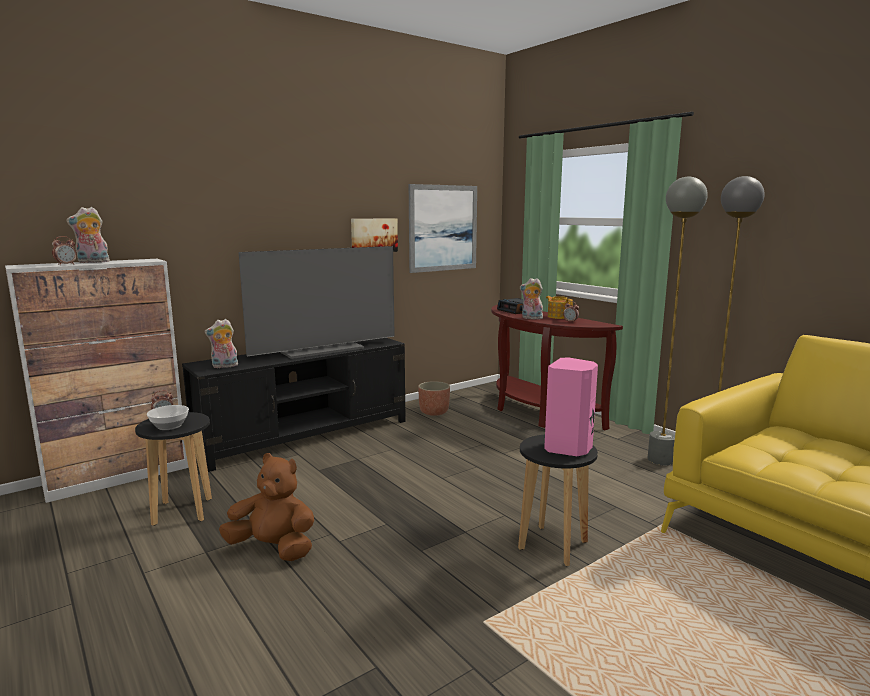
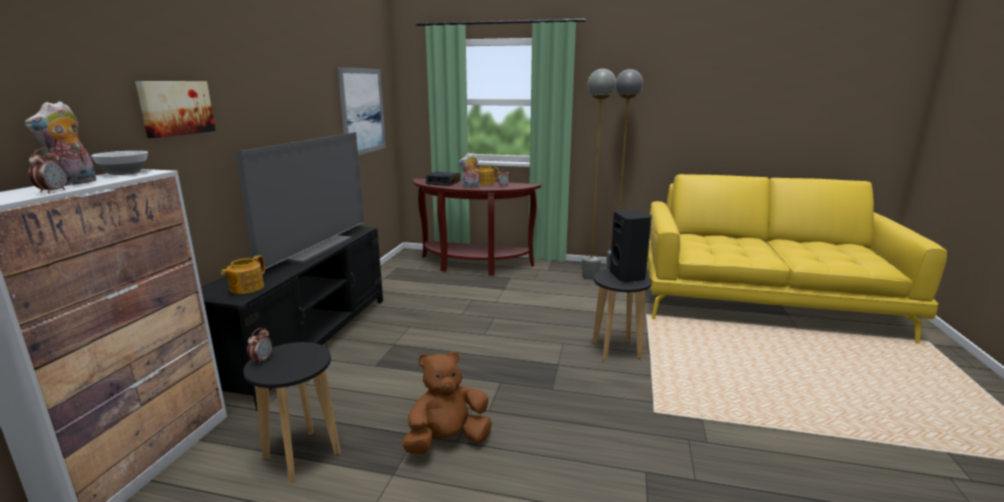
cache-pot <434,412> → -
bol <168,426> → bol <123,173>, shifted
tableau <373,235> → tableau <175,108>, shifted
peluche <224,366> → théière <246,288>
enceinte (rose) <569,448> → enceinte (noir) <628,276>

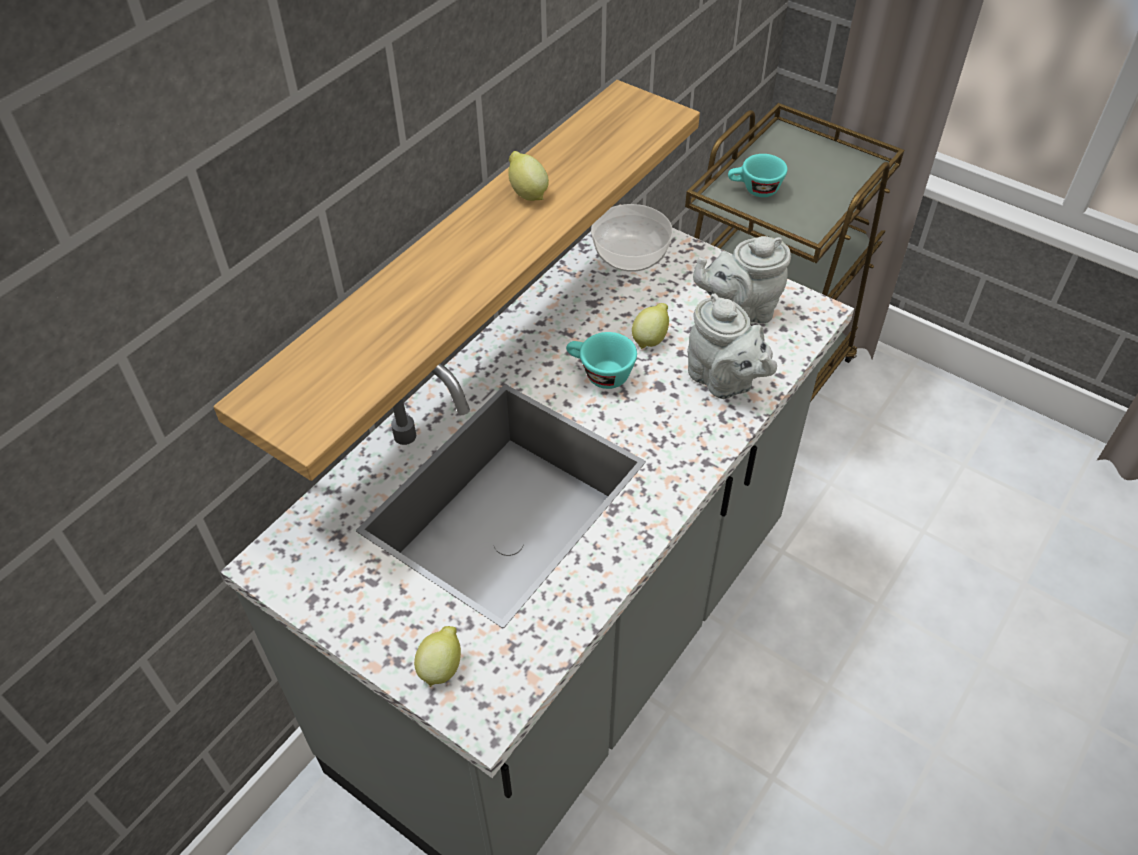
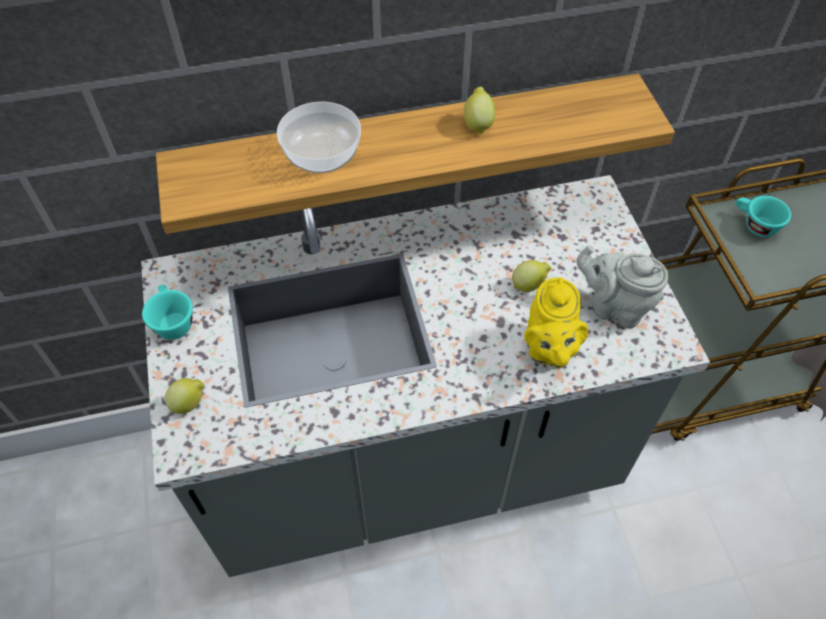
tasse (turquoise) <599,374> → tasse (turquoise) <172,321>, shifted
bol <631,255> → bol <321,155>, shifted
théière (gris) <724,381> → théière (jaune) <548,349>

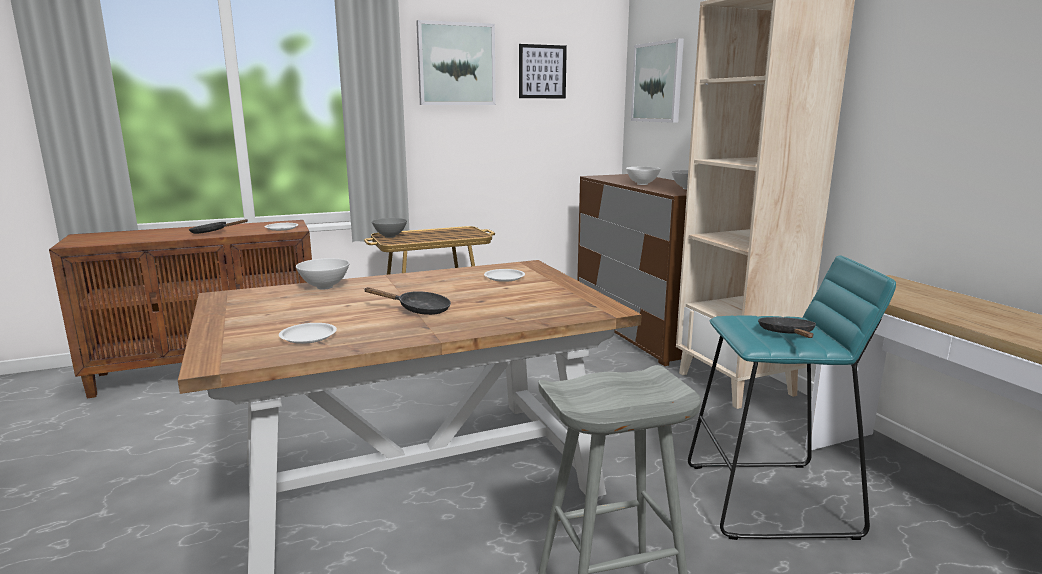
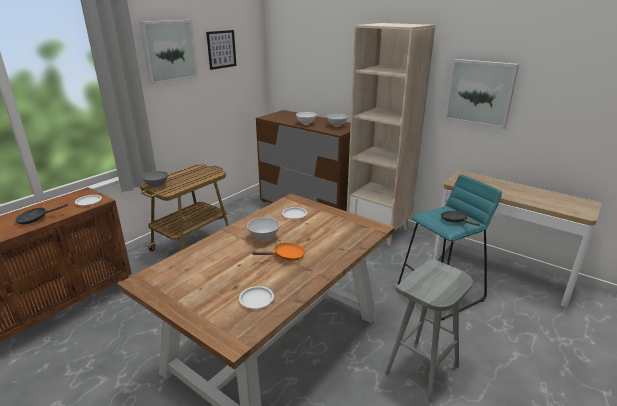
bol (blanc) <324,287> → bol (blanc) <264,237>, shifted
tableau <658,82> → tableau <479,93>, shifted
poêle (noir) <418,310> → poêle (orange) <286,256>

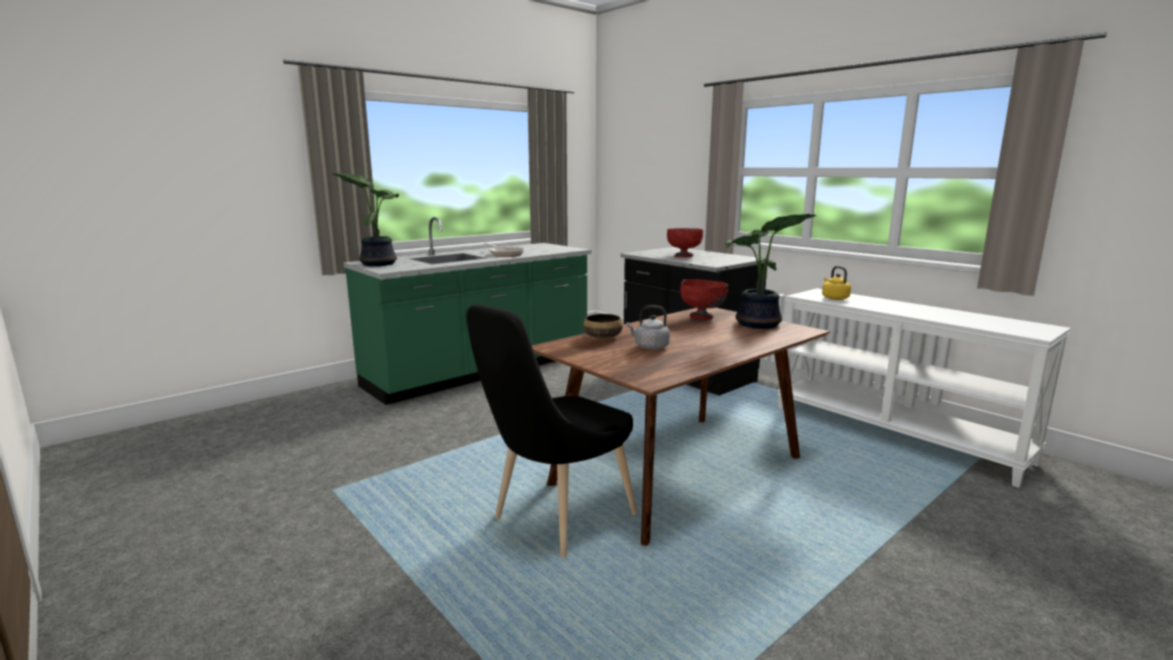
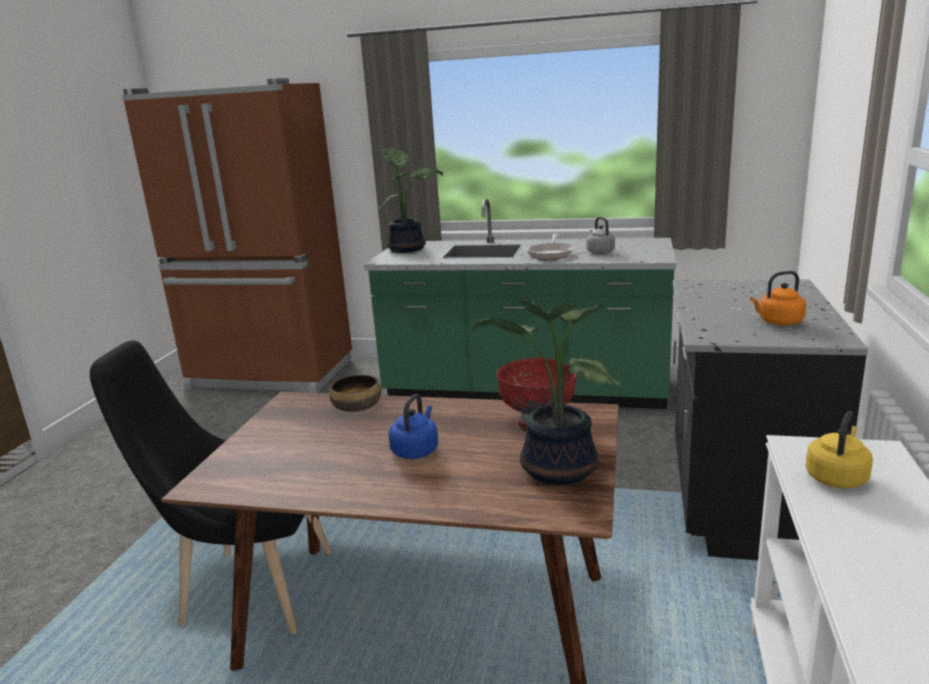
bol (rouge) <684,256> → -
- → réfrigérateur (marron) <270,375>
- → bouilloire (bleu) <416,450>
- → bouilloire (orange) <778,322>
bouilloire (gris) <649,347> → bouilloire (gris) <599,252>, shifted

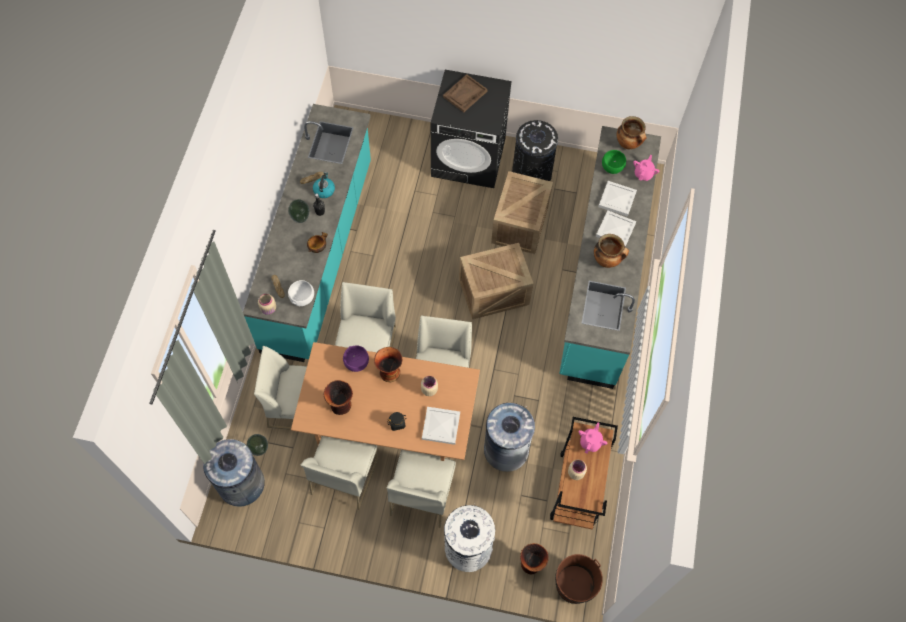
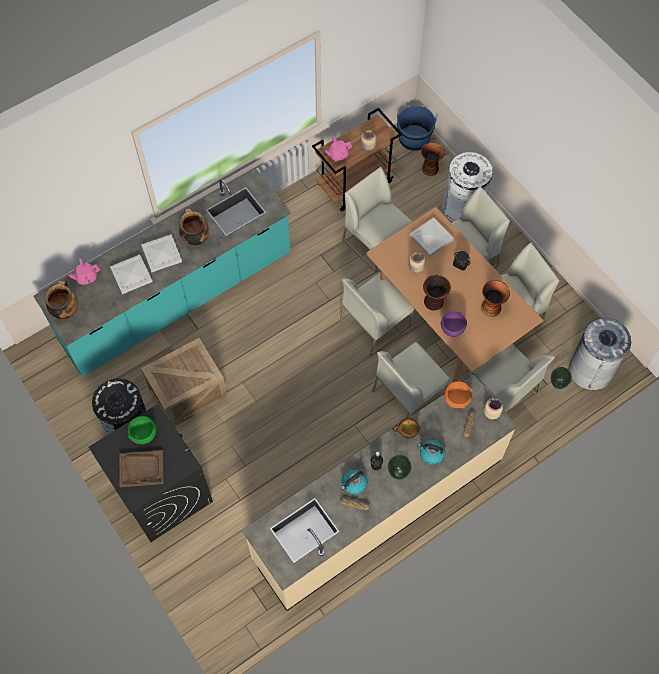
caisse <493,292> → -
- → bouilloire <431,454>
bol (vert) <612,167> → bol (vert) <144,434>, shifted
poubelle (gris) <506,449> → chaise (blanc) <377,243>
comptoir de cuisine (turquoise) <319,255> → comptoir de cuisine (beige) <377,508>
bol (blanc) <302,298> → bol (orange) <456,399>
seau (marron) <574,584> → seau (bleu) <414,138>

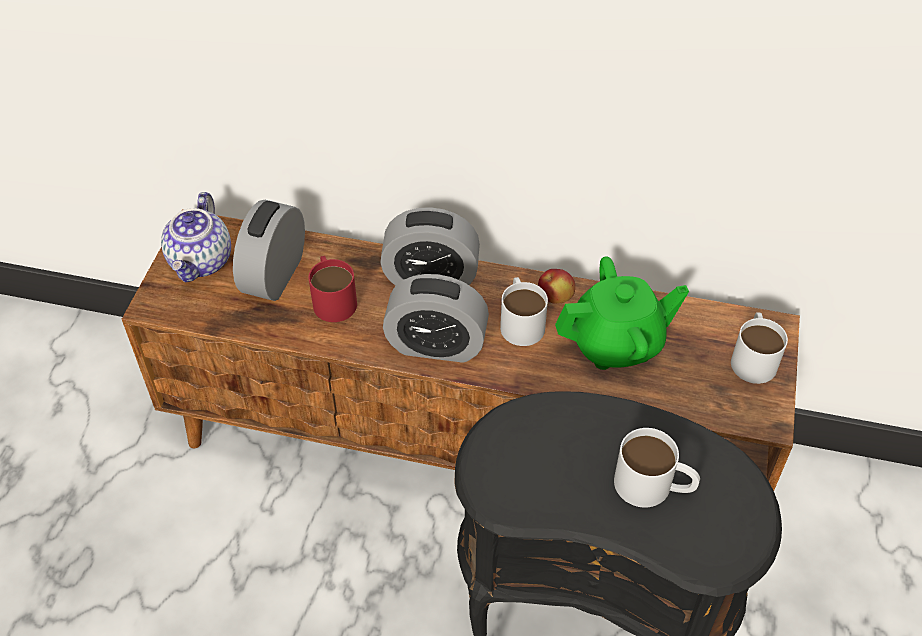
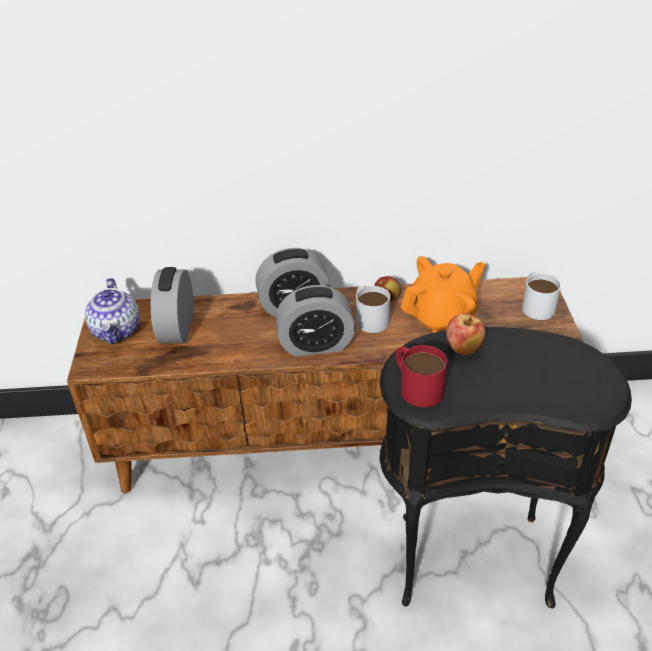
mug (blanc) <654,486> → -
- → pomme <463,349>
mug (rouge) <332,298> → mug (rouge) <416,386>, shifted
théière (vert) <616,344> → théière (orange) <442,317>

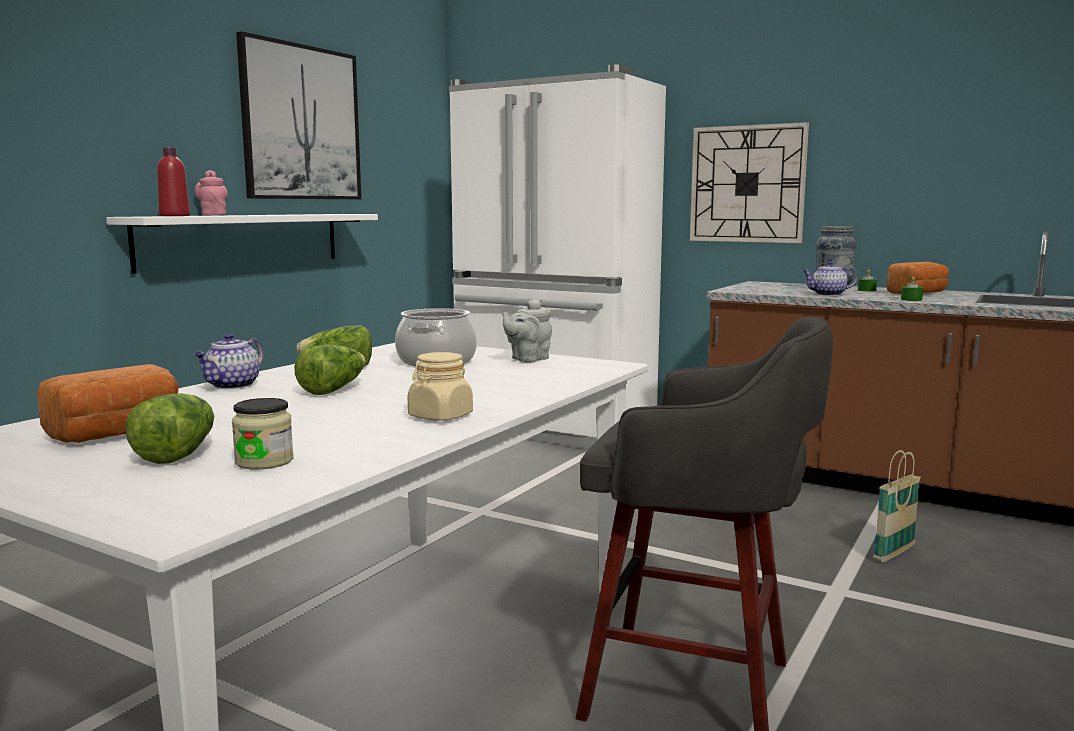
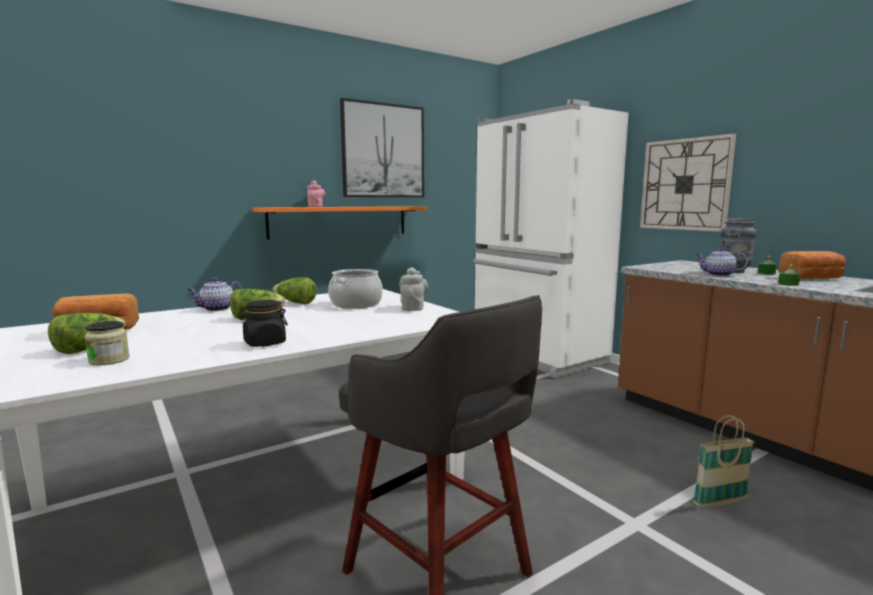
bouteille (rouge) <174,216> → -
étagère (blanc) <243,240> → étagère (orange) <340,221>
bocal (beige) <440,416> → bocal (noir) <264,343>
théière (gris) <528,359> → théière (gris) <413,308>, 120 degrees clockwise

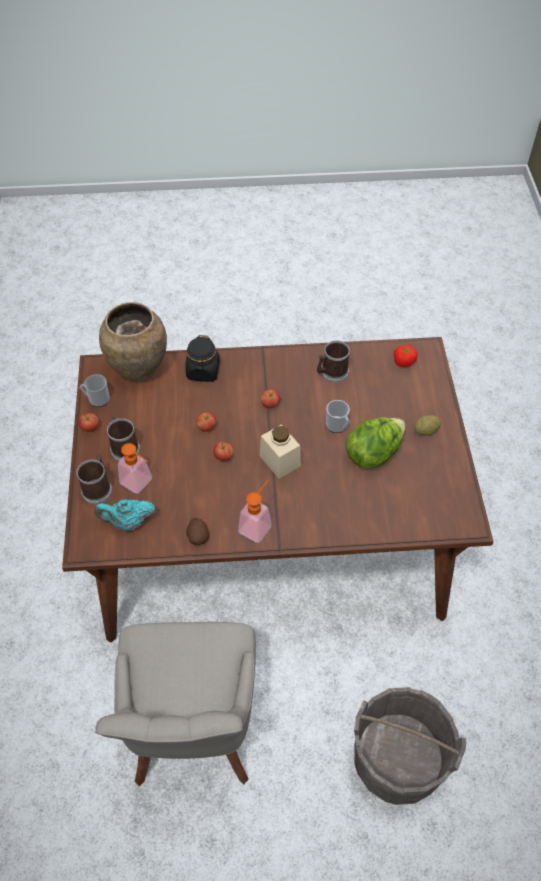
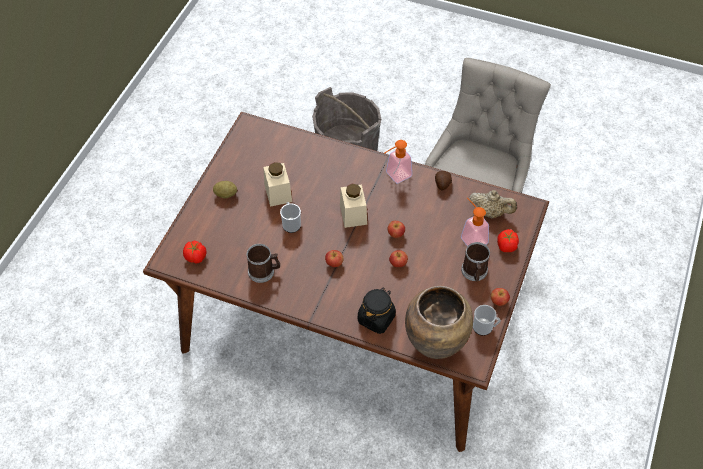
mug <98,488> → tomate <506,246>
laitue <373,453> → bocal (beige) <278,193>
théière (turquoise) <128,522> → théière (beige) <491,212>

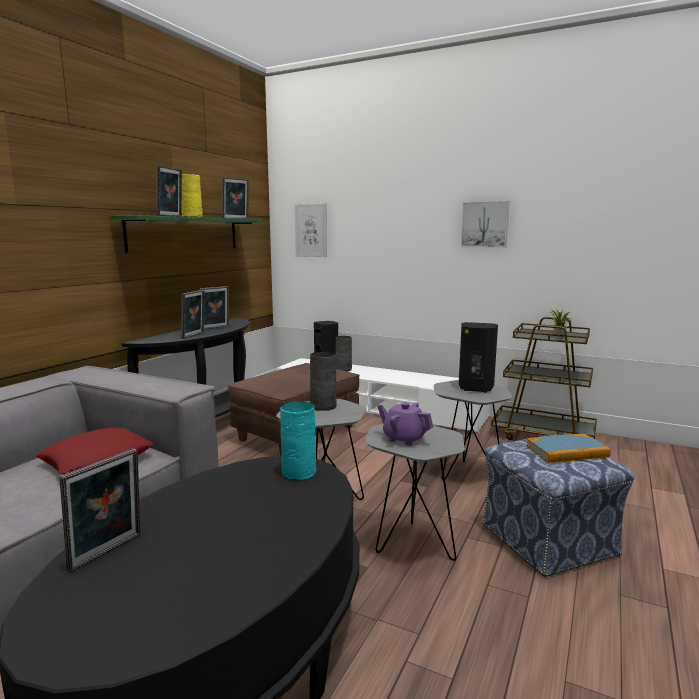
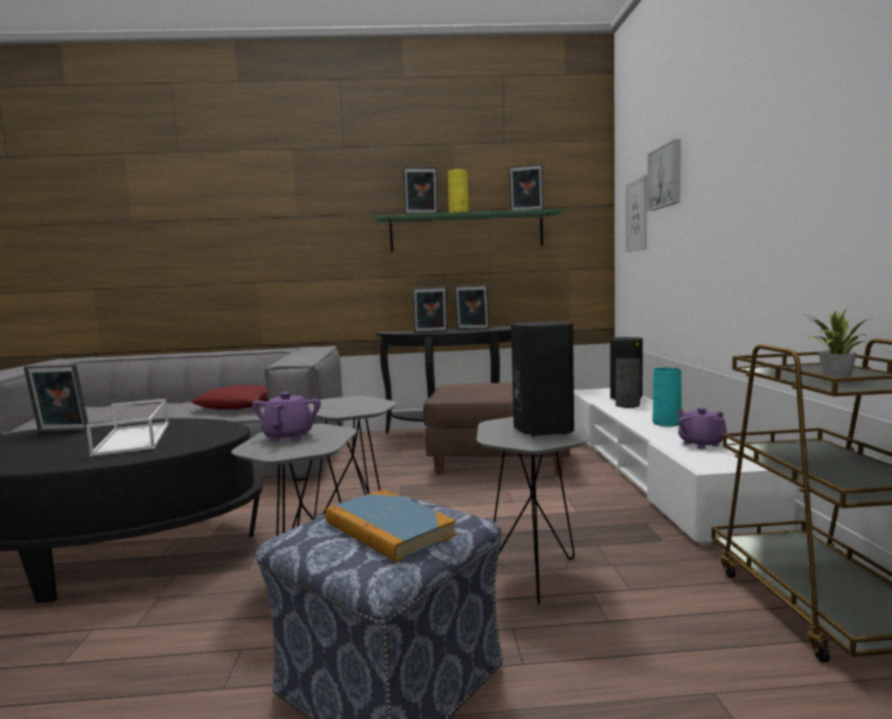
vase (gris) <323,406> → -
- → plateau (blanc) <134,439>
- → théière (violet) <700,444>
vase (turquoise) <299,472> → vase (turquoise) <667,423>, shifted
tableau <485,224> → tableau <666,177>, shifted

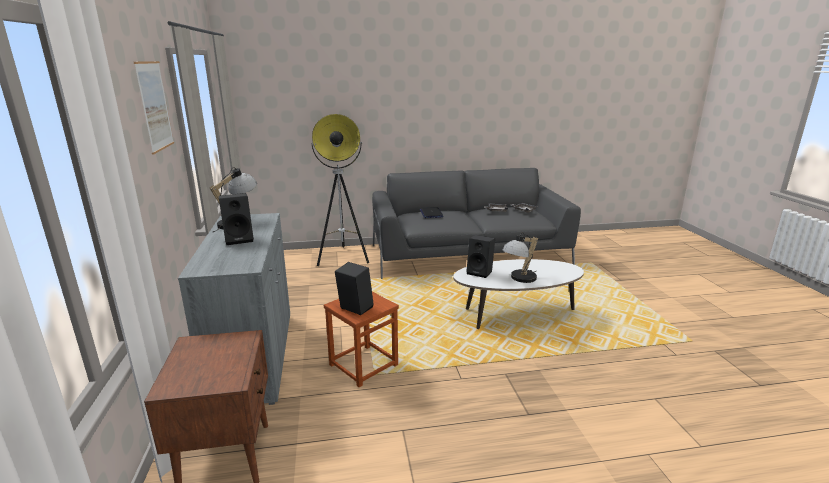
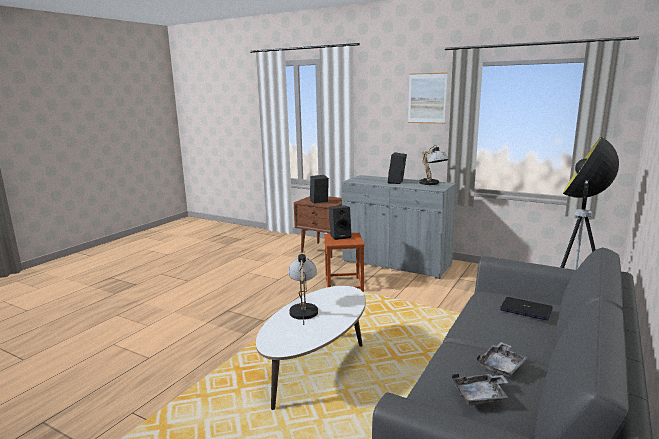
enceinte (noir) <480,272> → enceinte (noir) <319,202>, shifted

